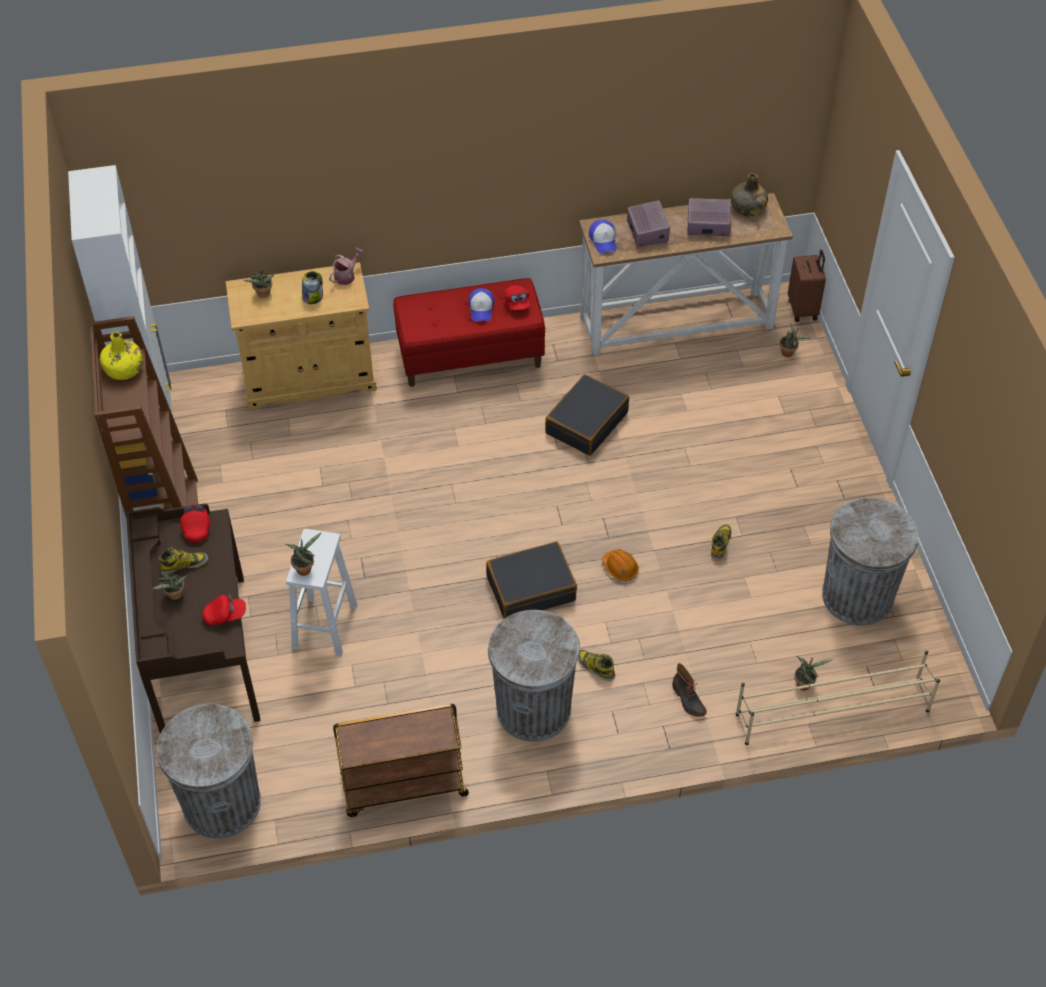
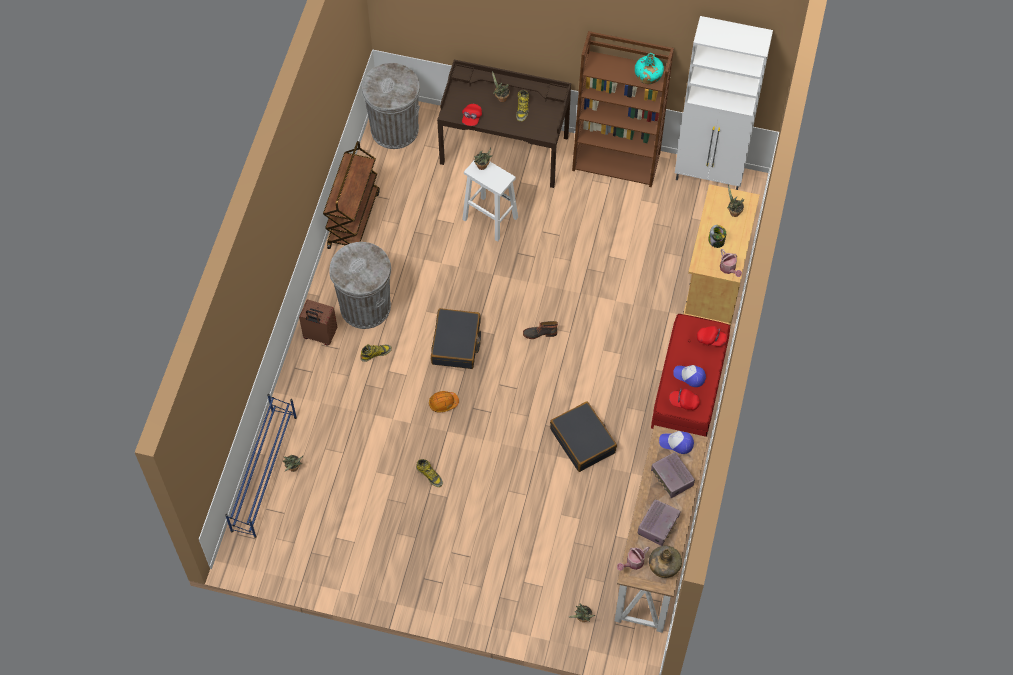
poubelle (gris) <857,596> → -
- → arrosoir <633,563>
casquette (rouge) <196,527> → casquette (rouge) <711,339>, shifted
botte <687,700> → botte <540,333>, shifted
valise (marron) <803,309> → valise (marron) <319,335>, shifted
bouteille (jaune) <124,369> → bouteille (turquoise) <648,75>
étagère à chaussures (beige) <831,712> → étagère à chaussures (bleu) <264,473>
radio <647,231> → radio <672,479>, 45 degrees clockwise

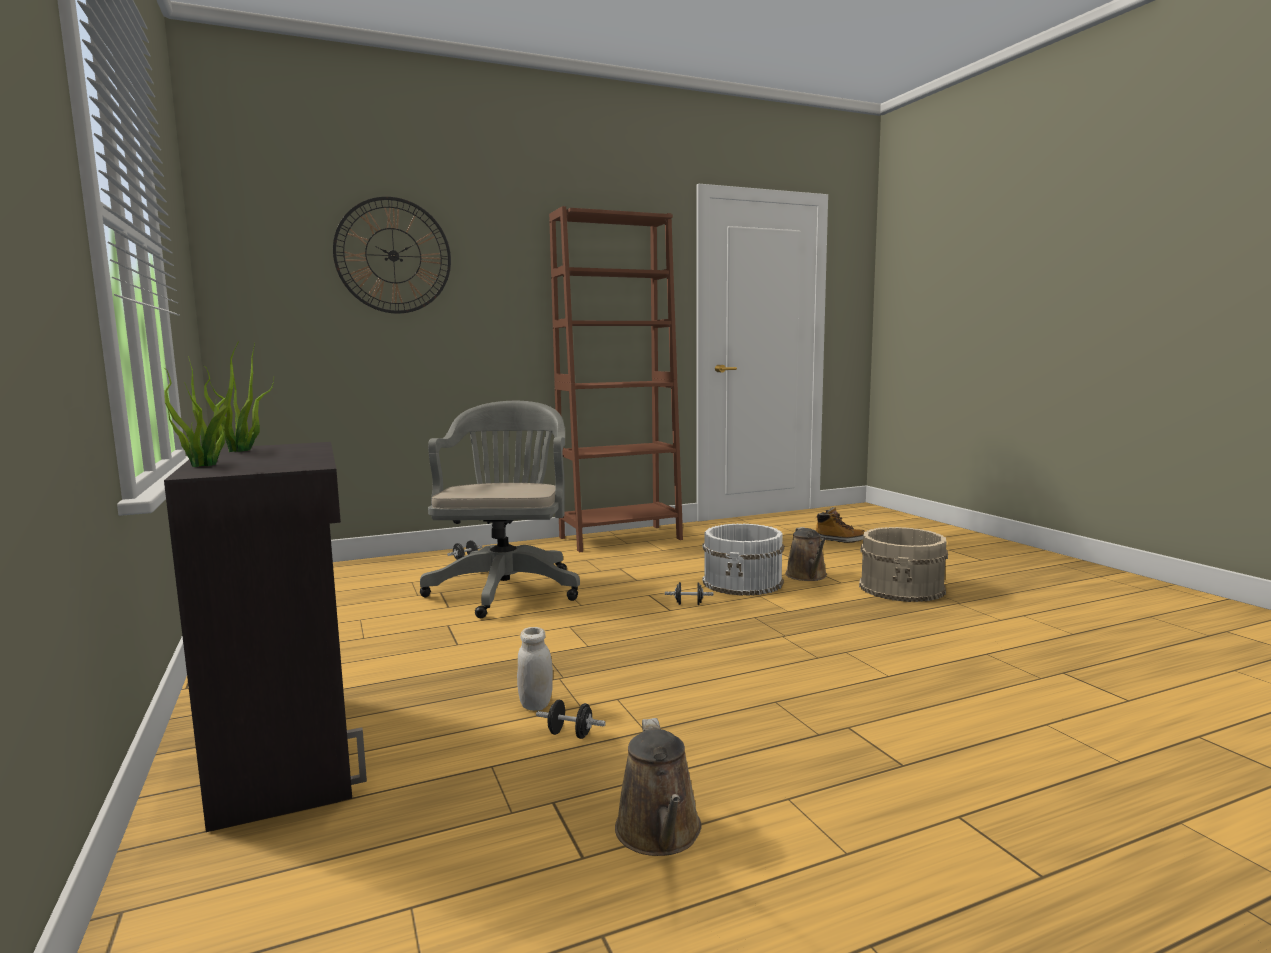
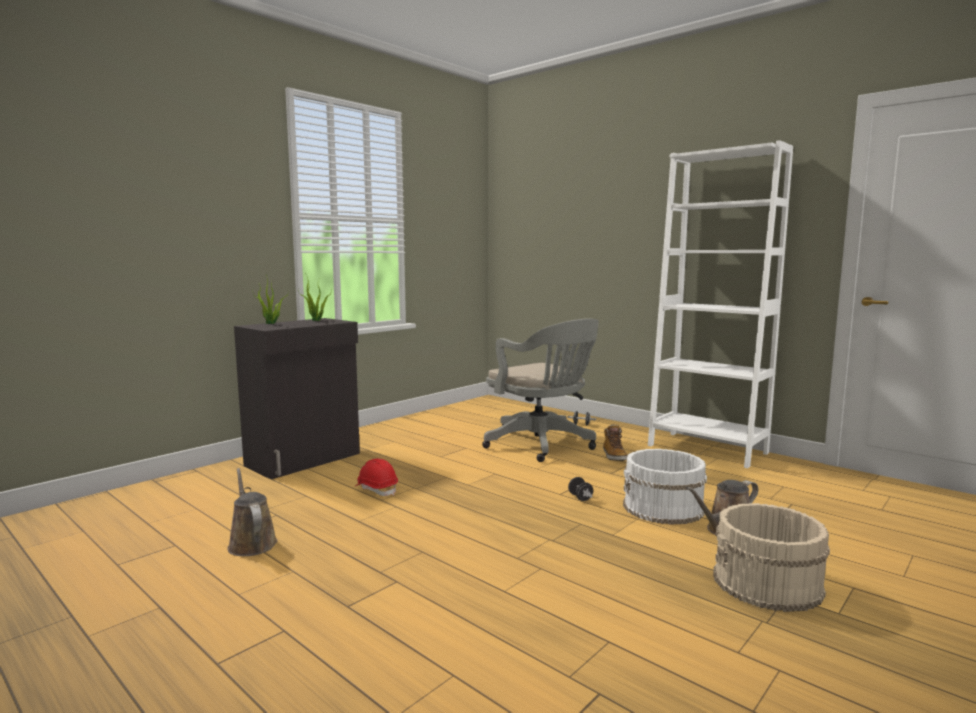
horloge murale <393,255> → -
haltère (noir) <570,734> → -
botte <840,540> → botte <614,456>, shifted
bocal (blanc) <536,704> → casque de chantier (rouge) <376,489>
bibliothèque (marron) <620,538> → bibliothèque (blanc) <707,449>
chaise de bureau (gris) <506,588> → chaise de bureau (gris) <542,445>, 75 degrees clockwise
arrosoir (marron) <660,834> → arrosoir (marron) <251,543>, 90 degrees clockwise

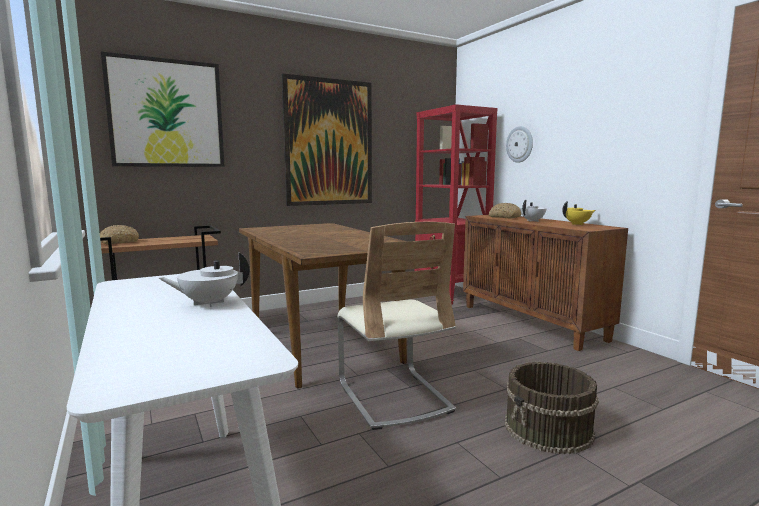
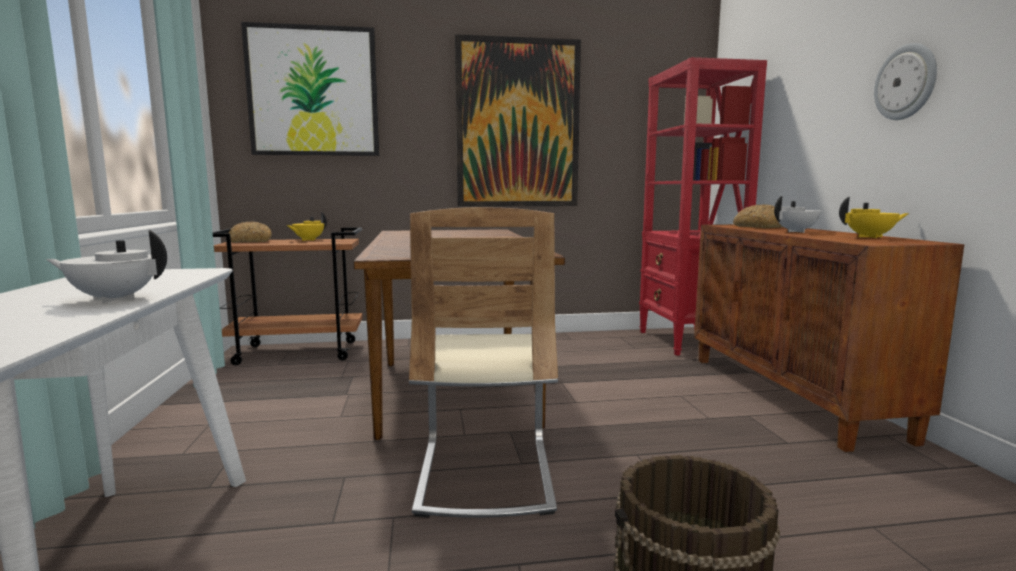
- → théière (jaune) <308,240>
horloge murale <520,144> → horloge murale <906,82>, shifted

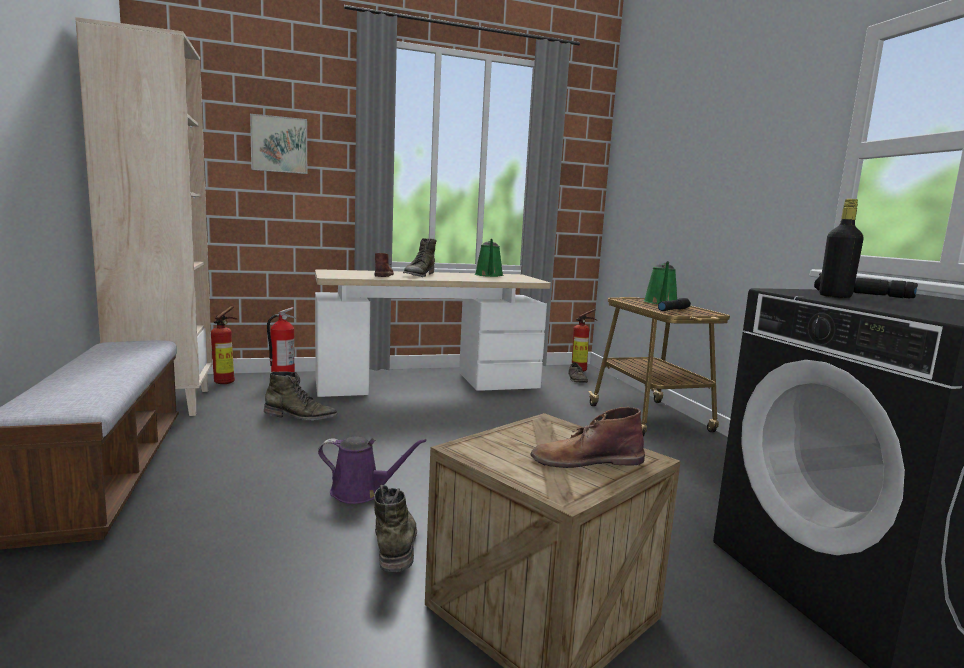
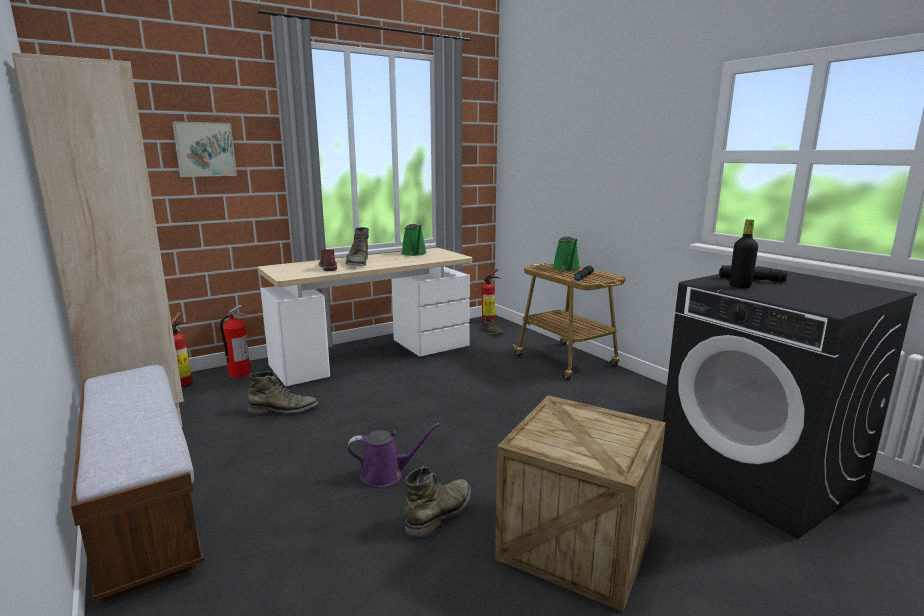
botte (marron) <586,460> → -
botte (vert) <394,541> → botte (vert) <440,512>, 60 degrees clockwise

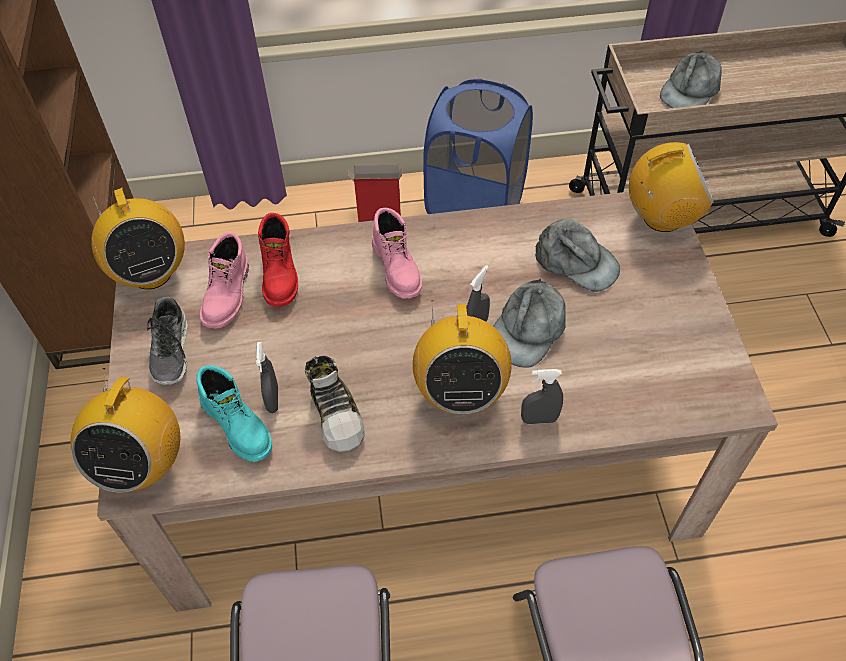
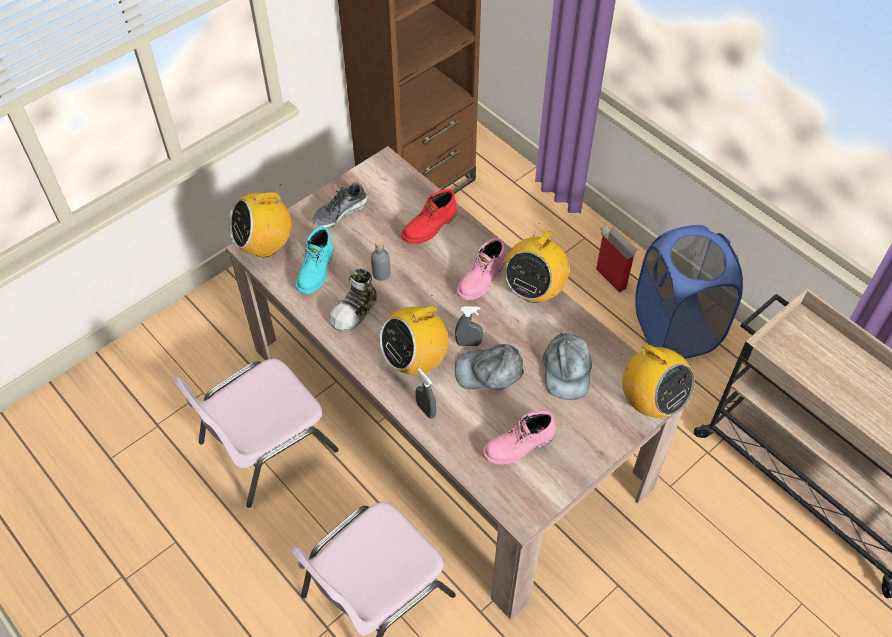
vaporisateur (gris) <273,399> → -
casquette (gris) <690,90> → -
- → bouteille (gris) <381,273>
radio <151,273> → radio <534,290>, shifted
botte (rose) <228,295> → botte (rose) <519,446>, shifted

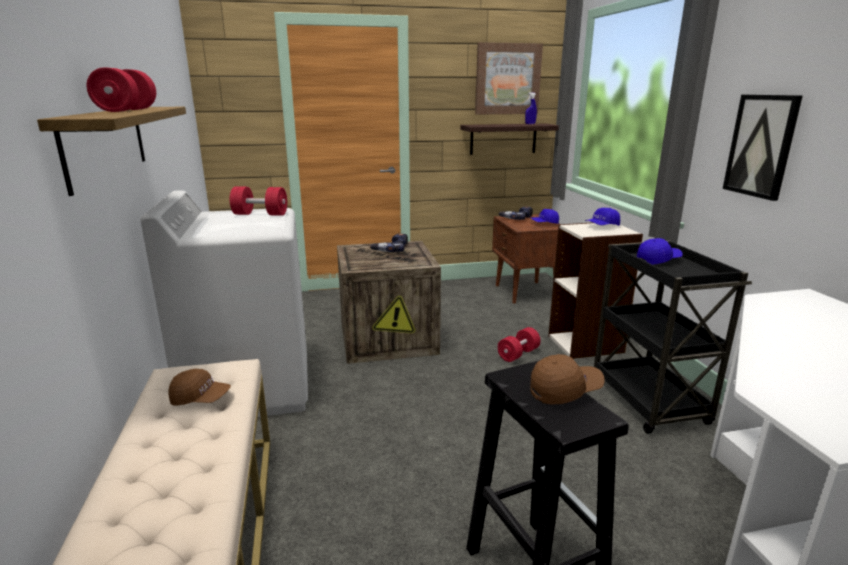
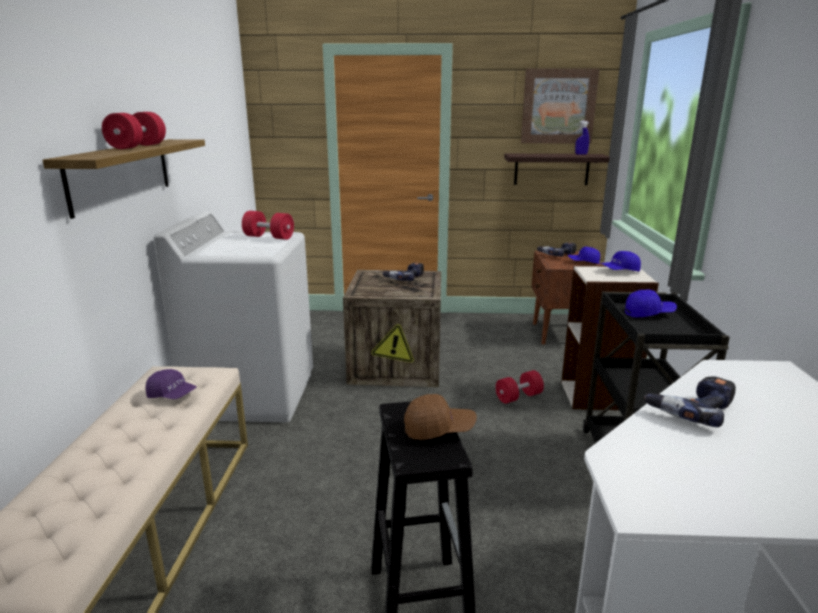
tableau <761,146> → -
- → perceuse <690,409>
casquette (marron) <201,398> → casquette (violet) <172,395>

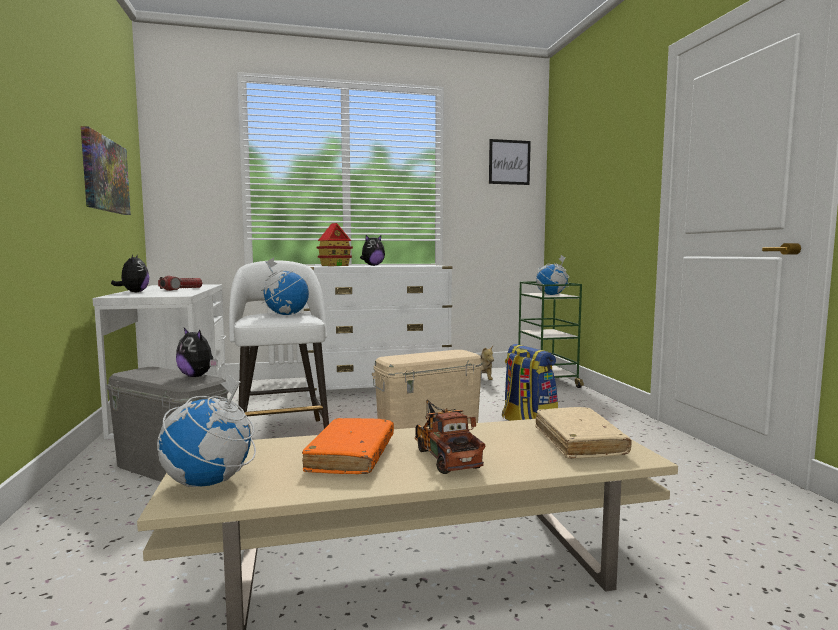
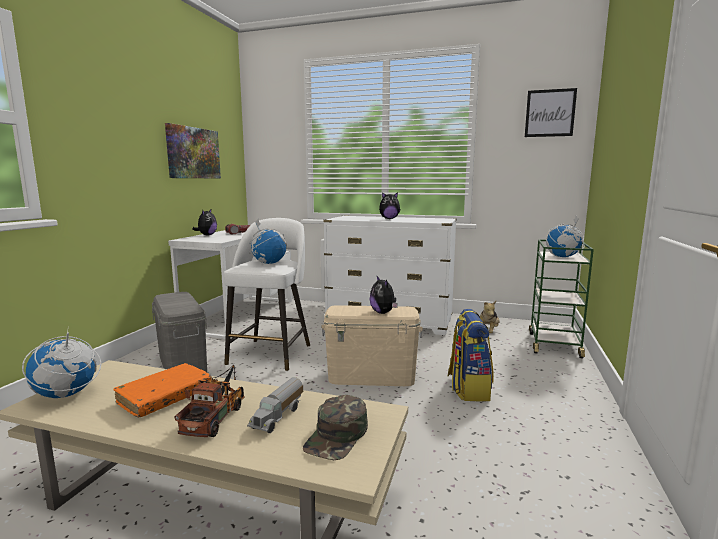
maison miniature <335,265> → -
- → camion jouet <278,417>
peluche <197,376> → peluche <383,312>, shifted
livre (beige) <579,442> → casquette (vert) <337,436>

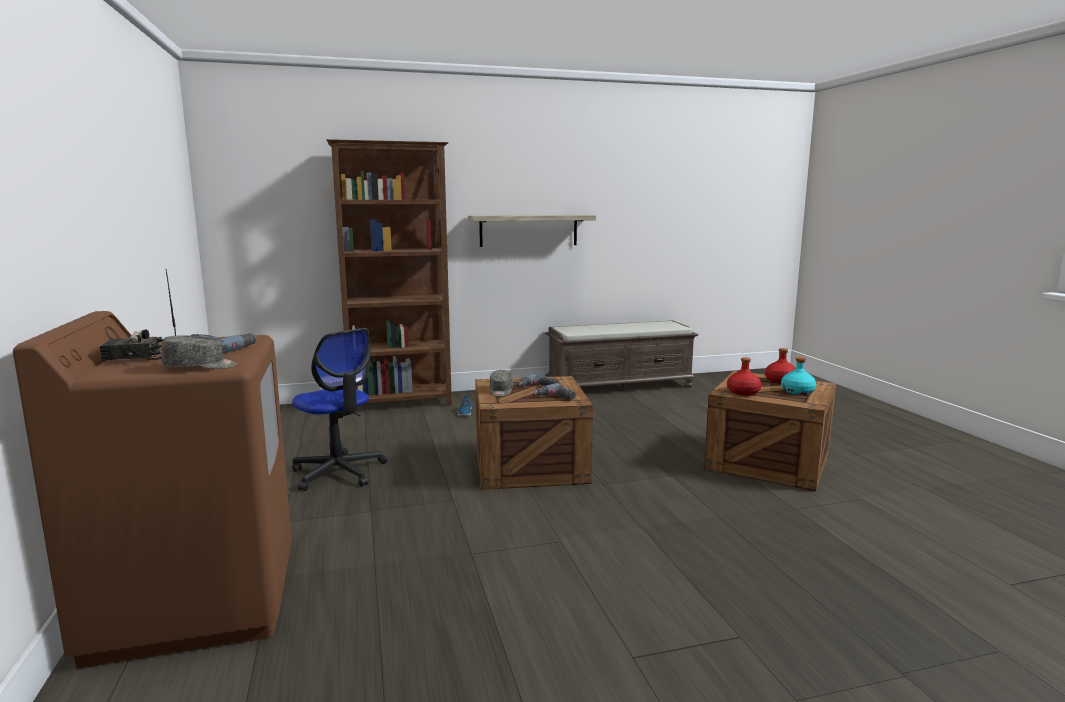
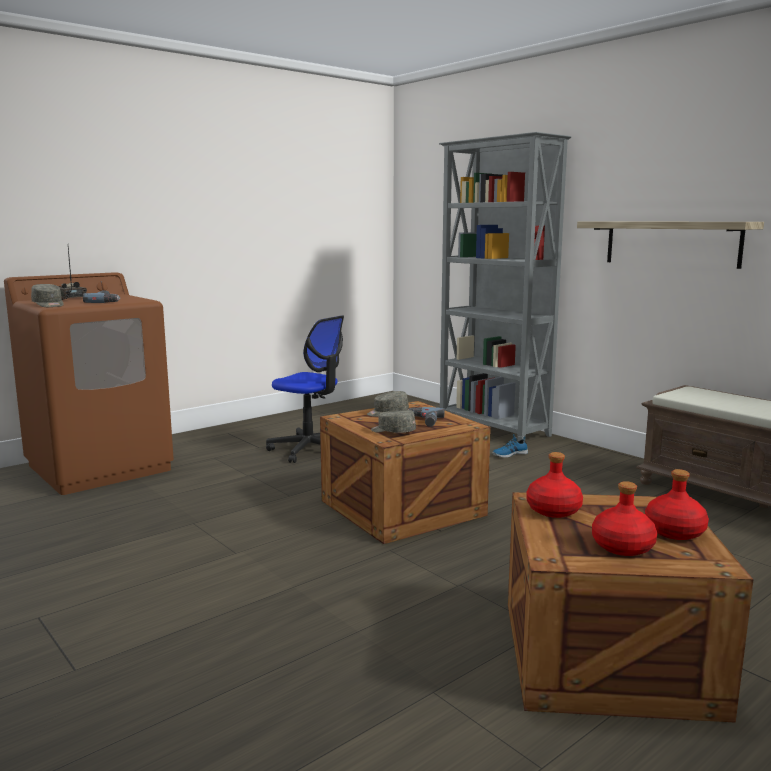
perceuse <555,397> → casquette (gris) <392,431>
bibliothèque (marron) <401,403> → bibliothèque (gris) <493,429>
bouteille (turquoise) <797,391> → bouteille (rouge) <622,546>
chaise de bureau <338,472> → chaise de bureau <310,449>, 75 degrees counterclockwise

